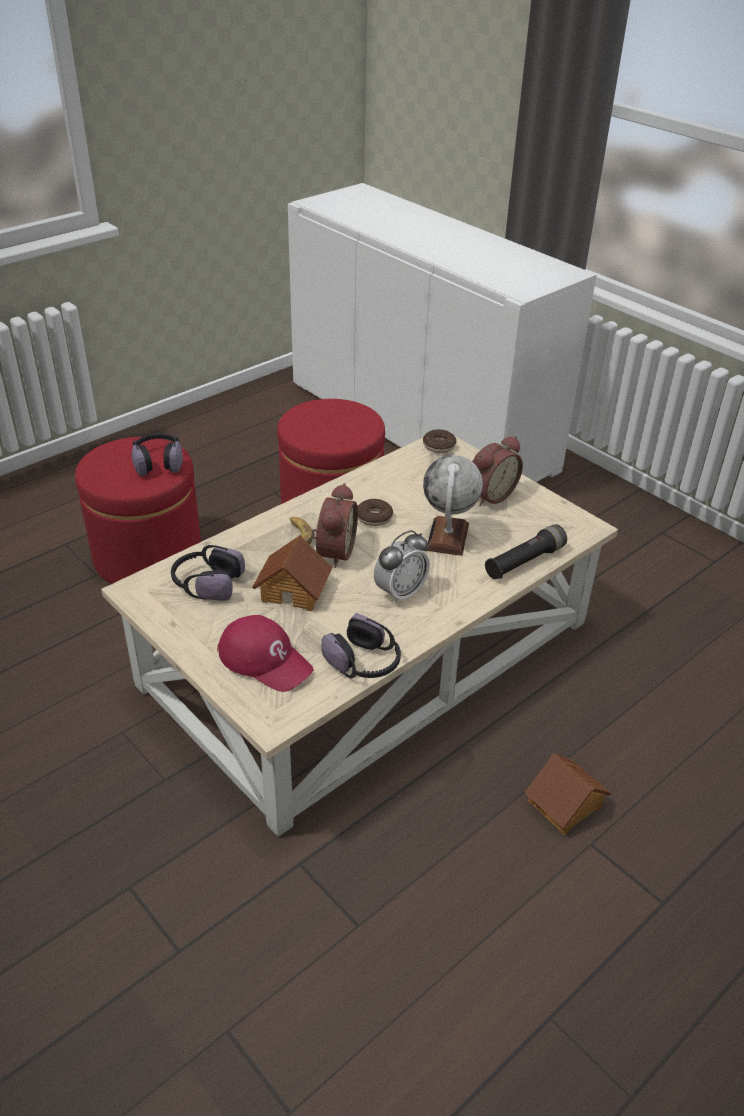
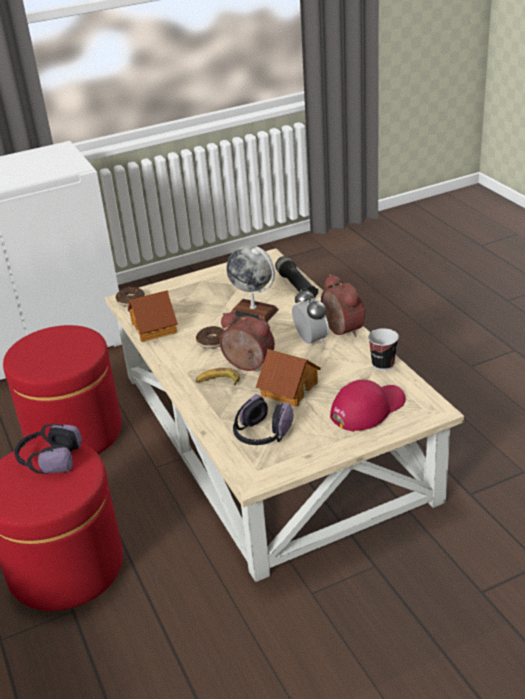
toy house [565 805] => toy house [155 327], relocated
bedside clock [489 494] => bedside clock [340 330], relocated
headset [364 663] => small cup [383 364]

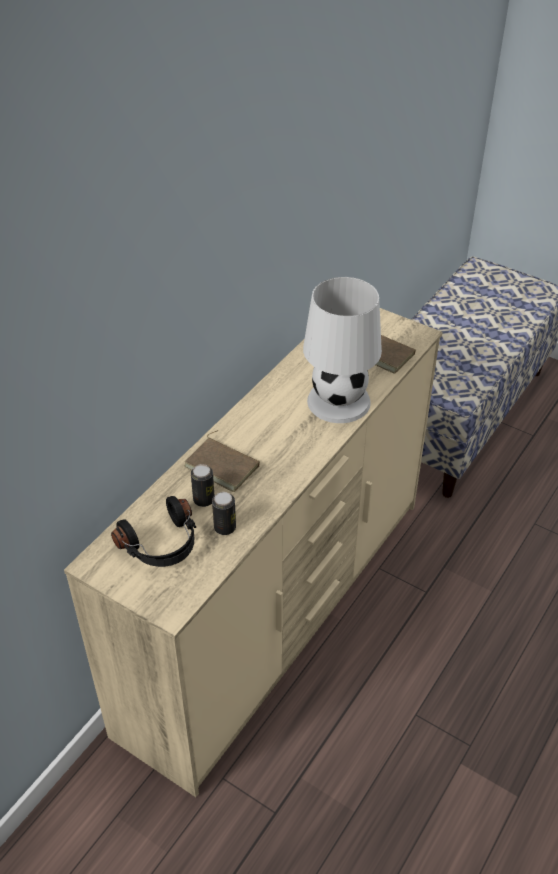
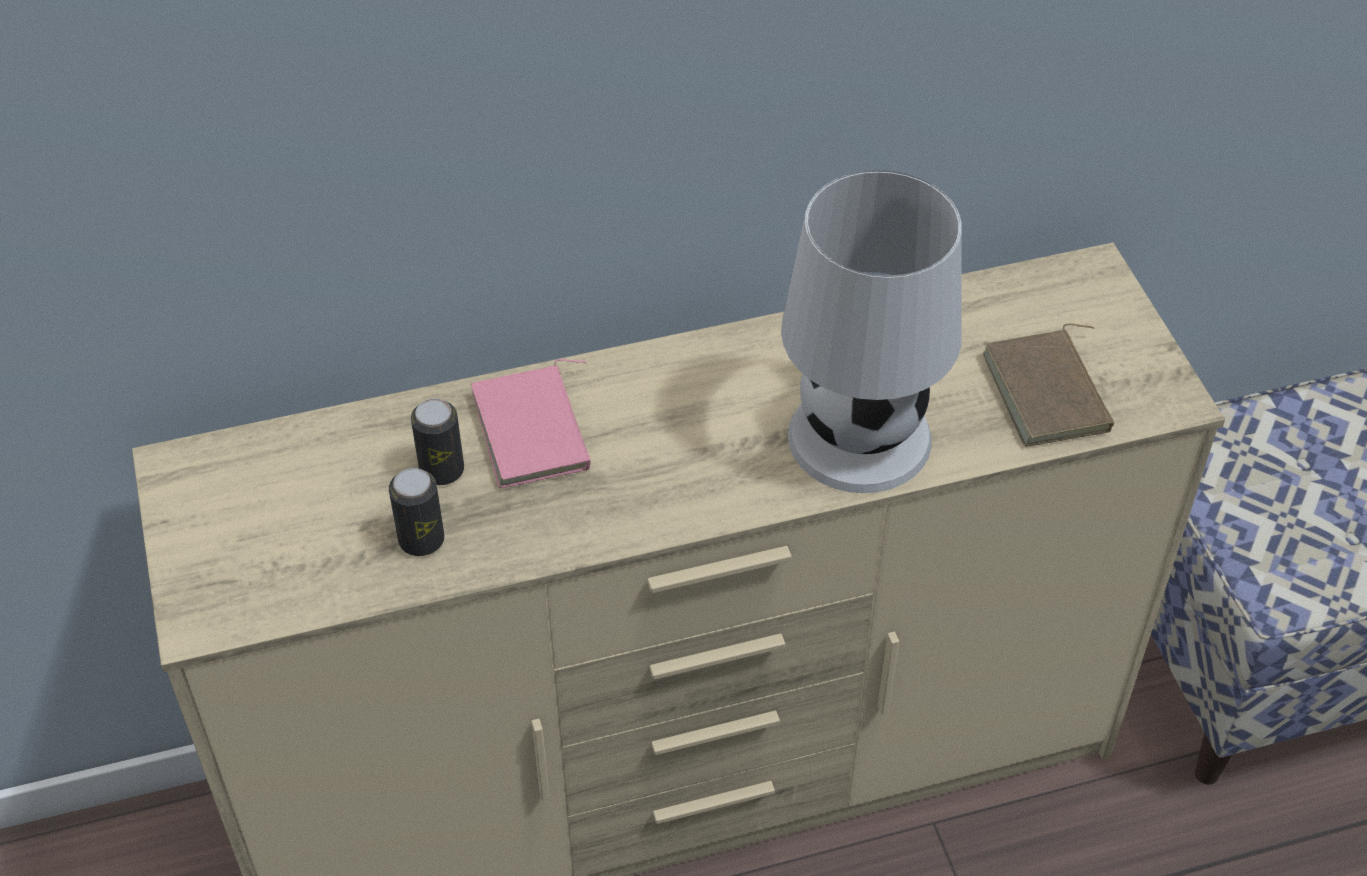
brown book [223 465] => pink book [536 431]
black-coloured headset [162 545] => nothing

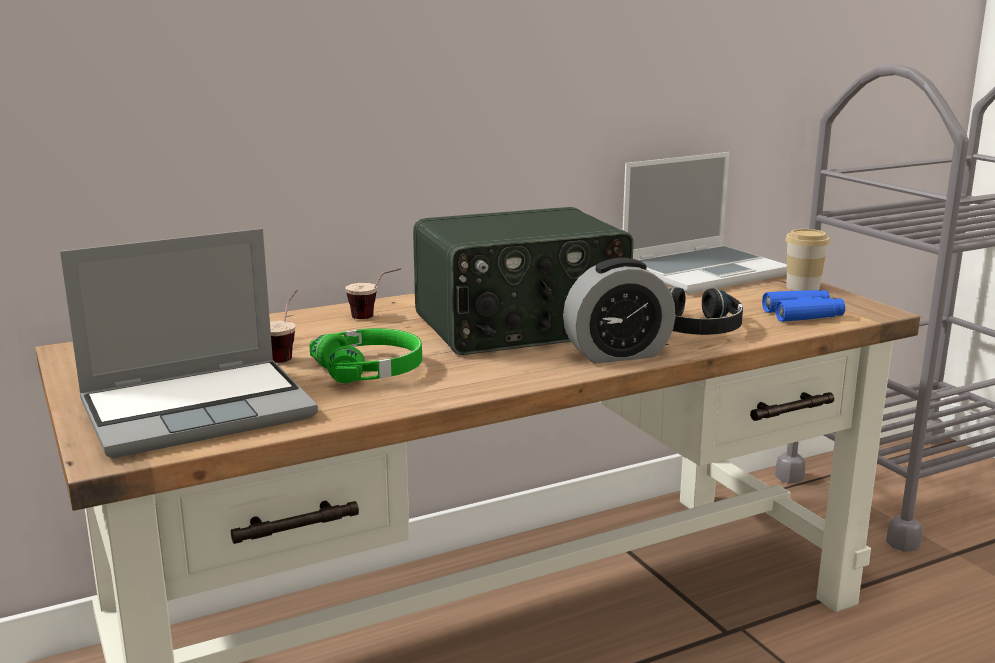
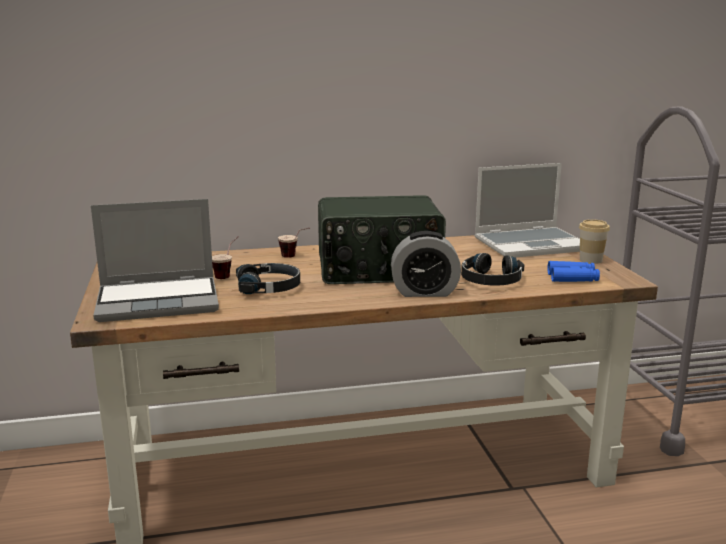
green headset [371 369] => black-coloured headset [269 287]

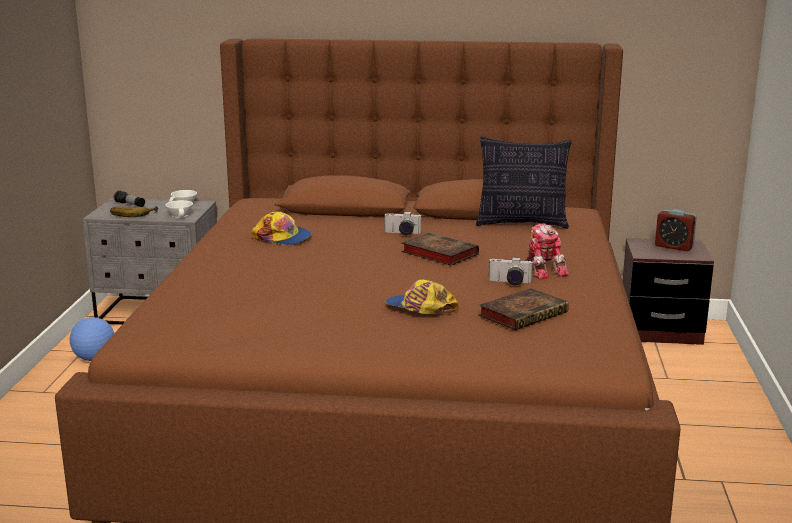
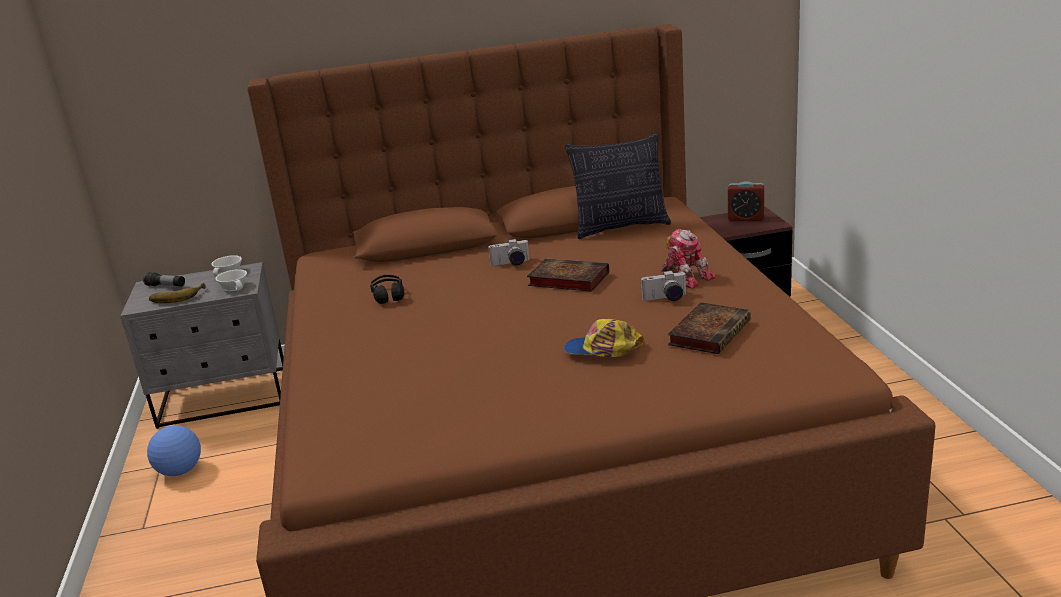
cap [282 238] => black-coloured headset [388 295]

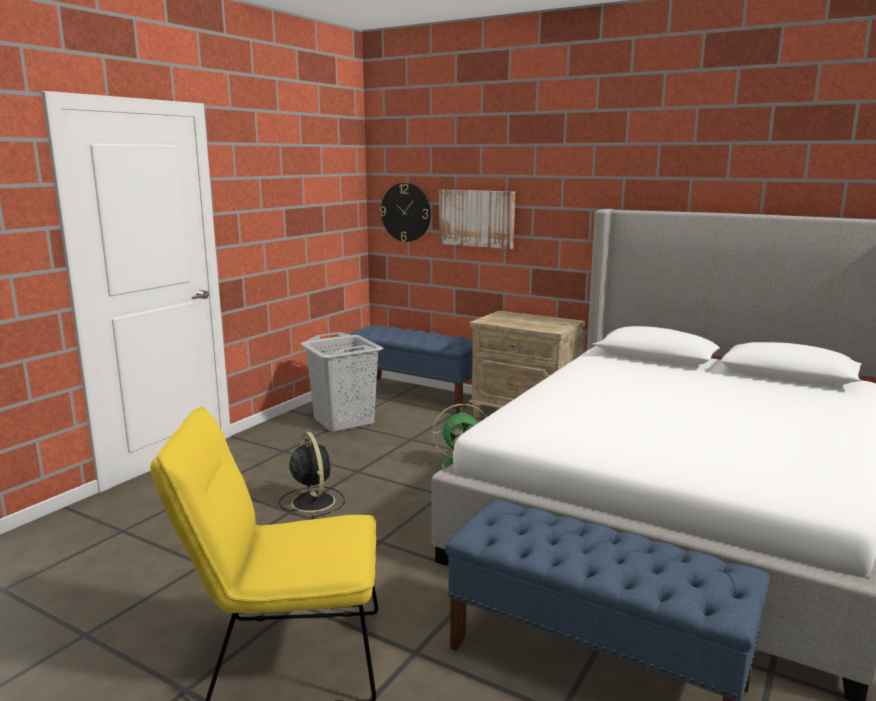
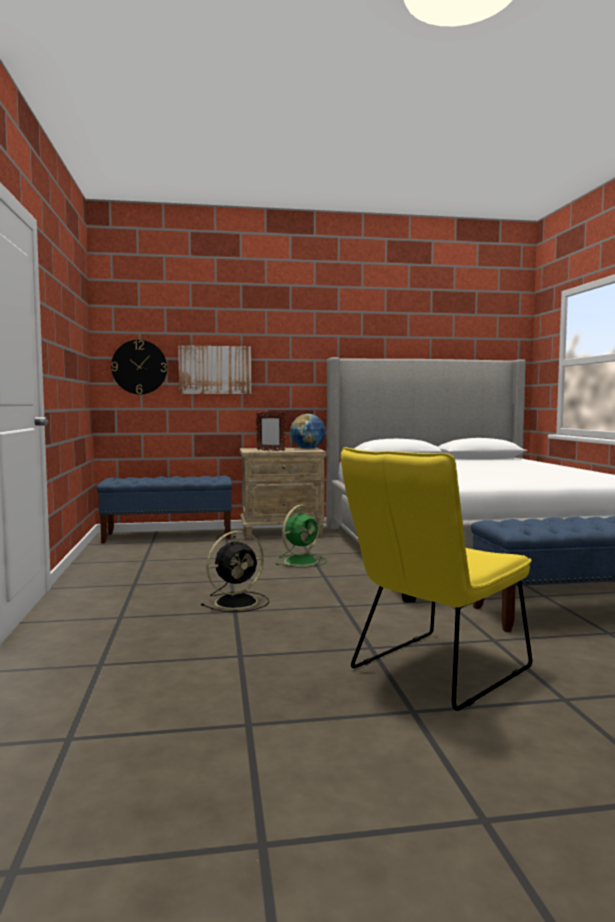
black-coloured electric fan [312 501] => black-coloured electric fan [238 602], 120 degrees clockwise
nothing => photo frame [270 450]
nothing => globe [308 449]
gray laundry basket [344 421] => nothing

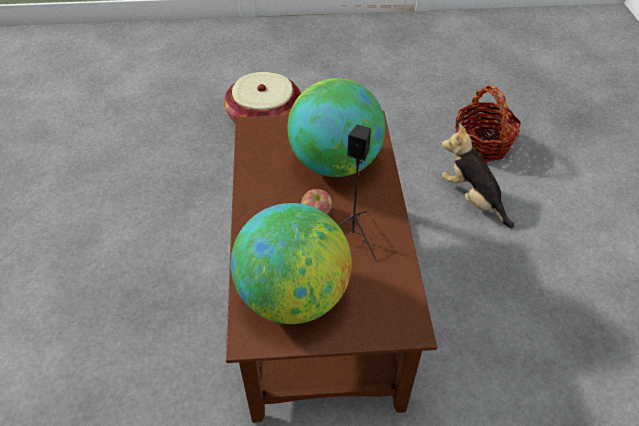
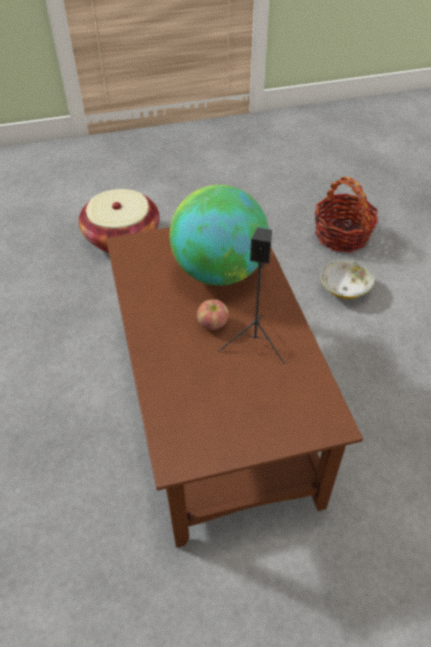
plush toy [472 198] => deep dish [344 289]
globe [293 295] => nothing

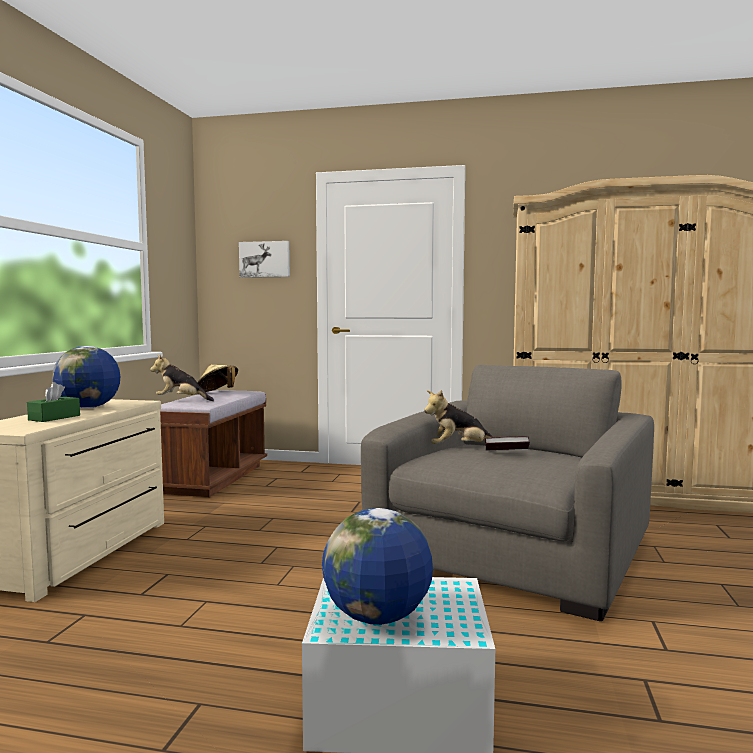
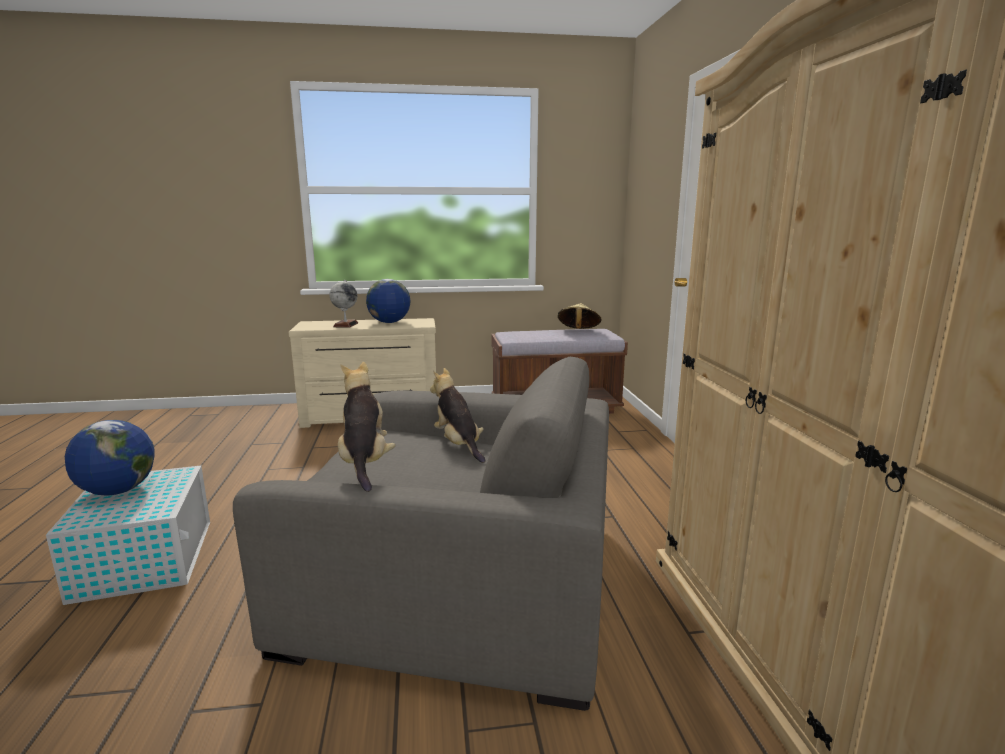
green box of tissues [54 418] => globe [345 325]
plush toy [181 400] => plush toy [365 462], relocated
wall picture [265 259] => nothing
book [506 453] => nothing

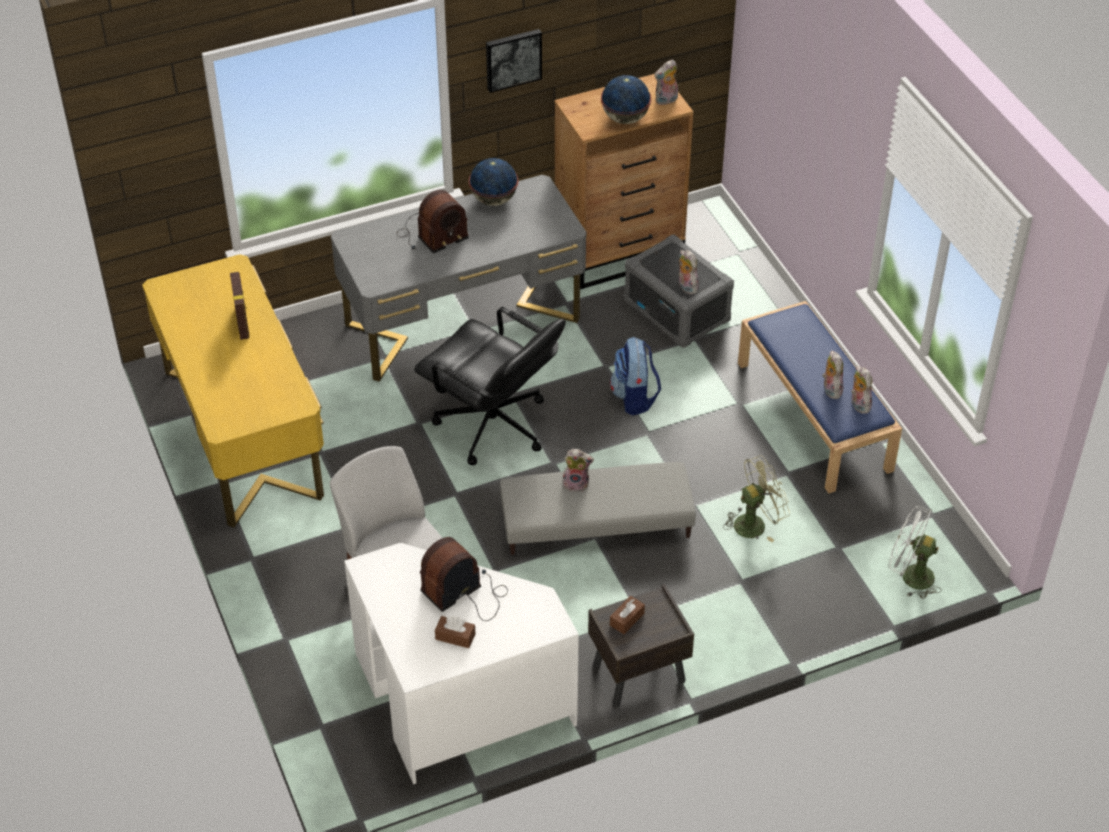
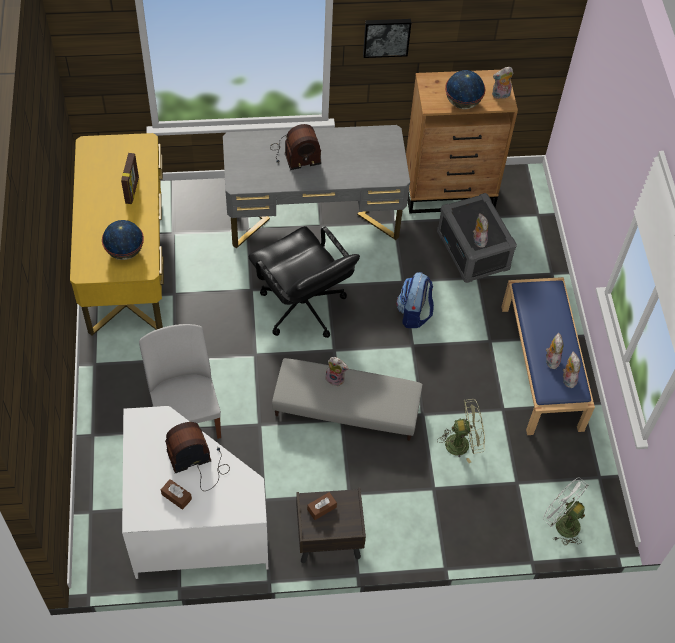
globe [493 200] => globe [125 251], relocated

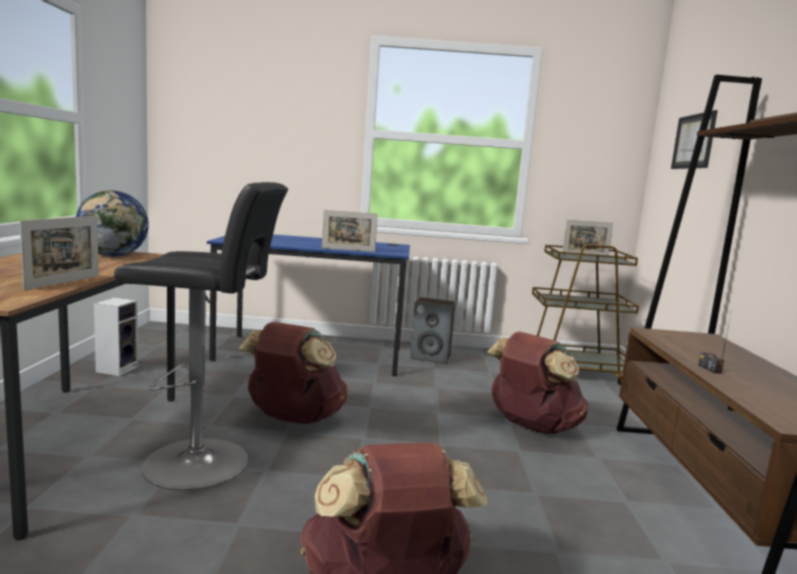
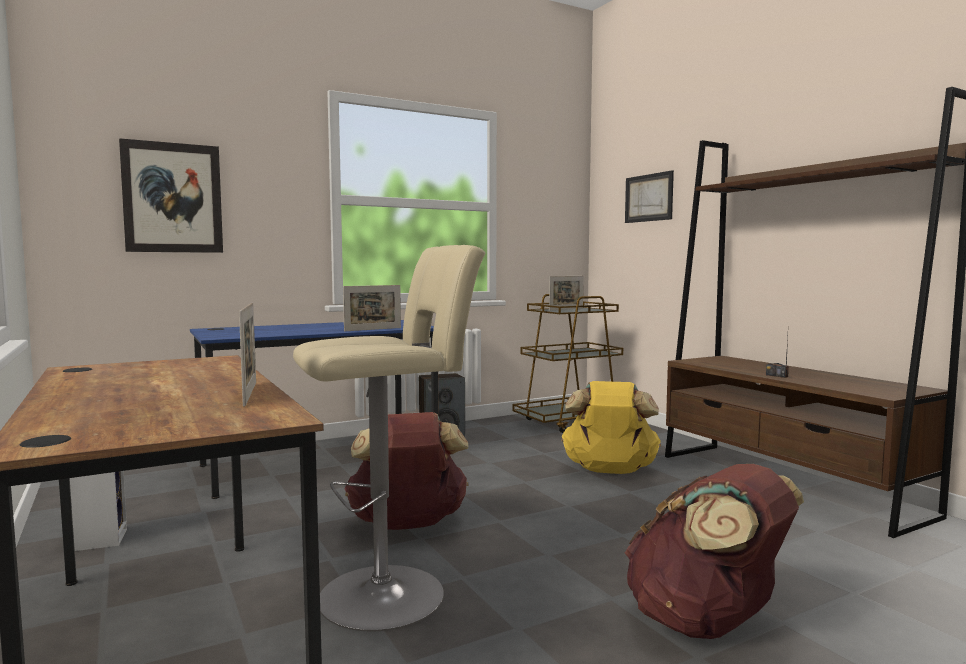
nothing => wall picture [173 198]
black-coloured sitting stool [204 463] => beige sitting stool [391 593]
brown knapsack [531 427] => yellow knapsack [609 471]
globe [114 256] => nothing

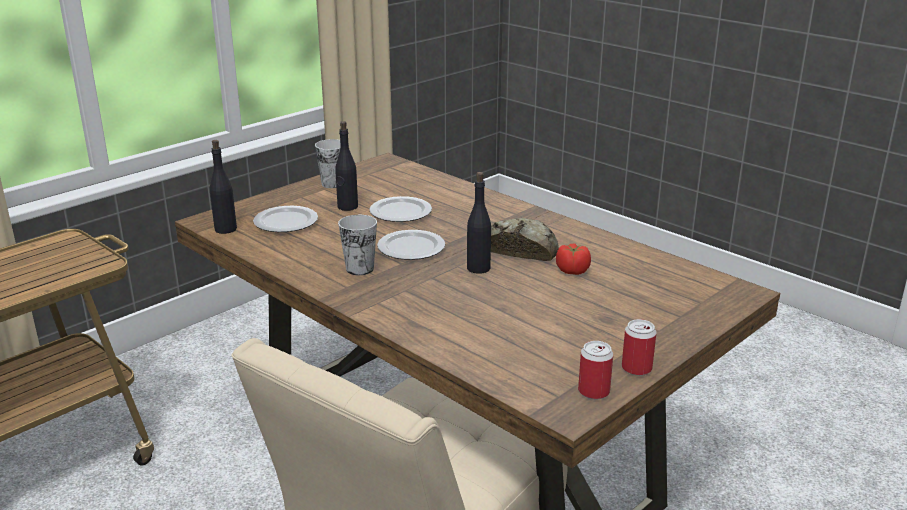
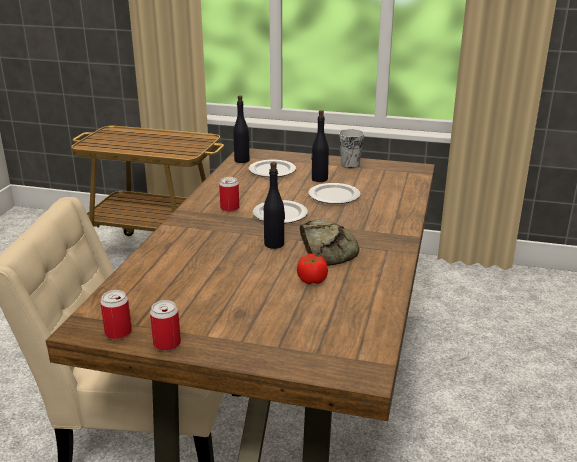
small cup [360 269] => metal can [229 208]

